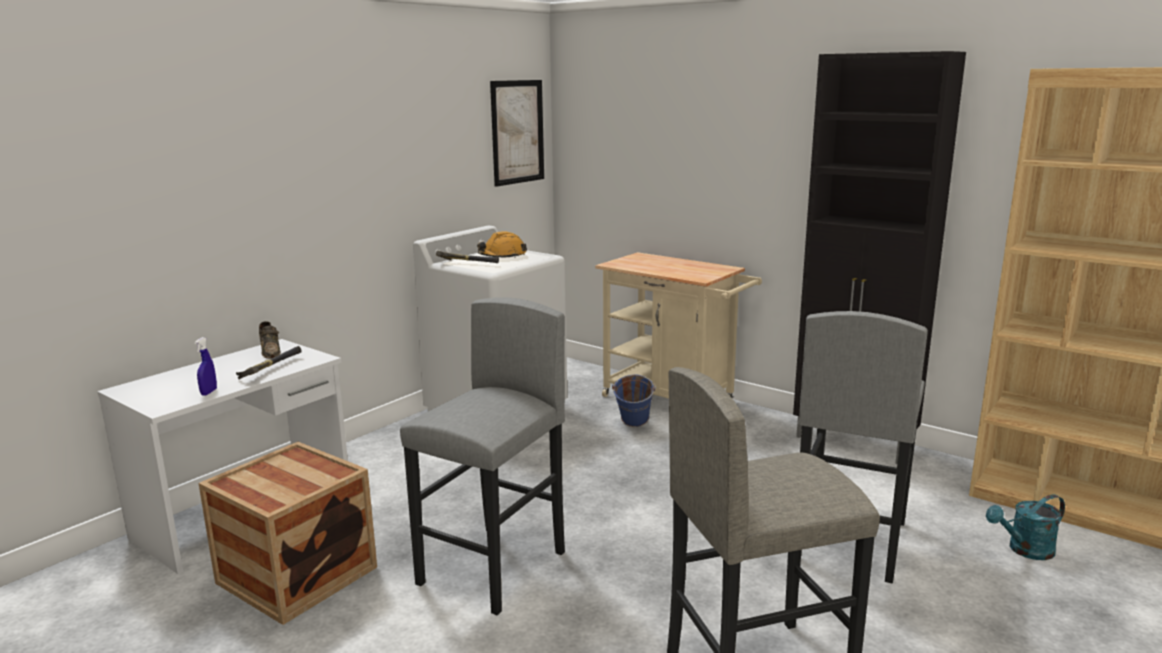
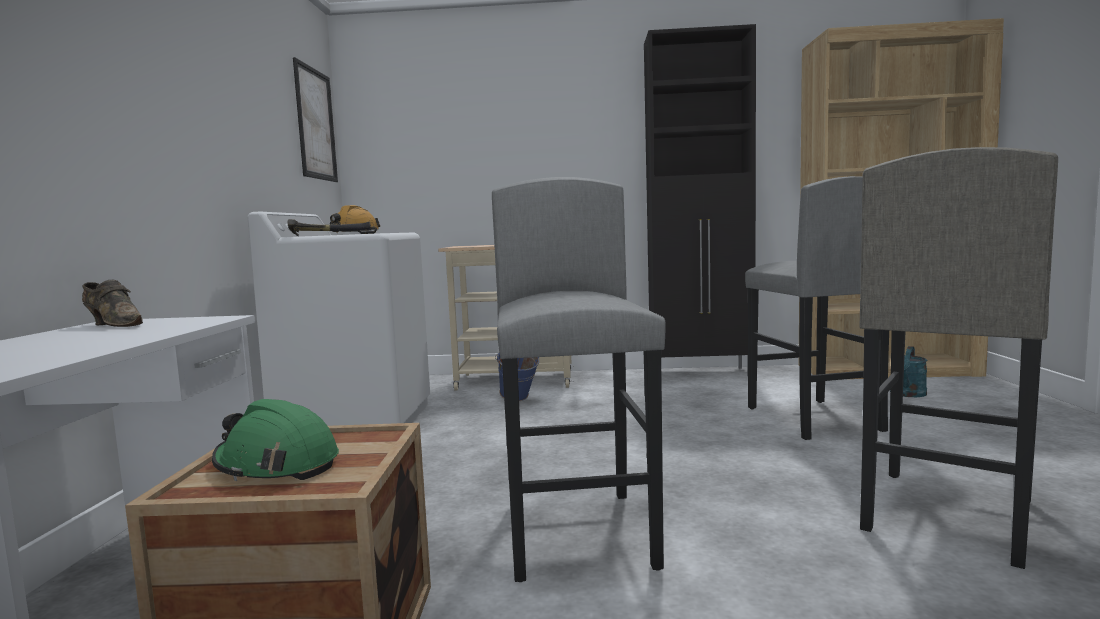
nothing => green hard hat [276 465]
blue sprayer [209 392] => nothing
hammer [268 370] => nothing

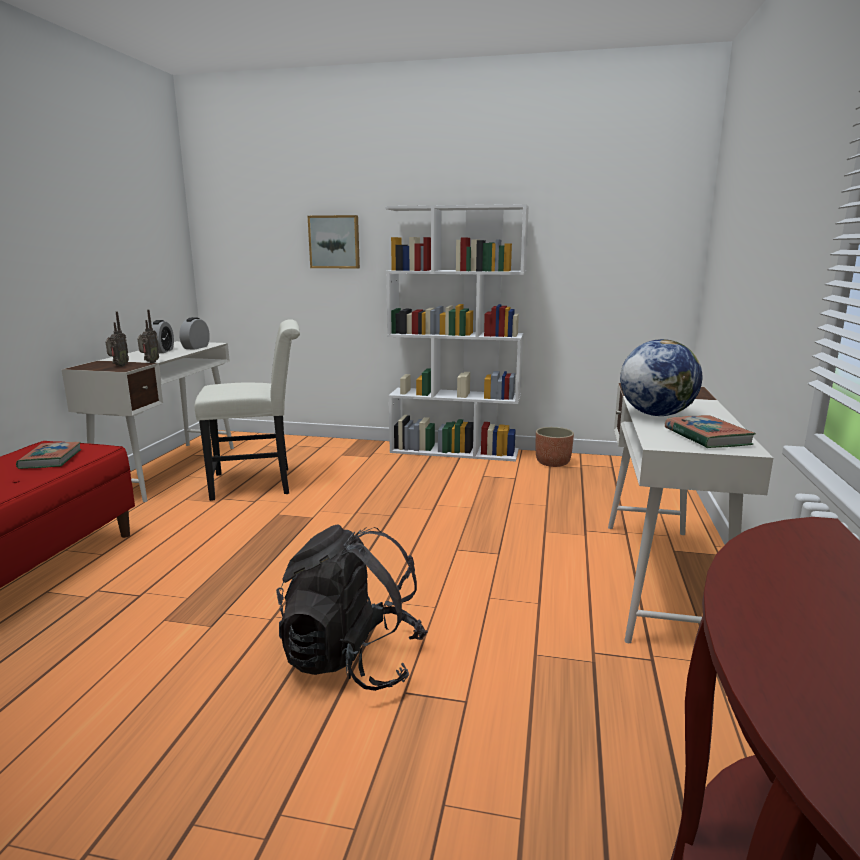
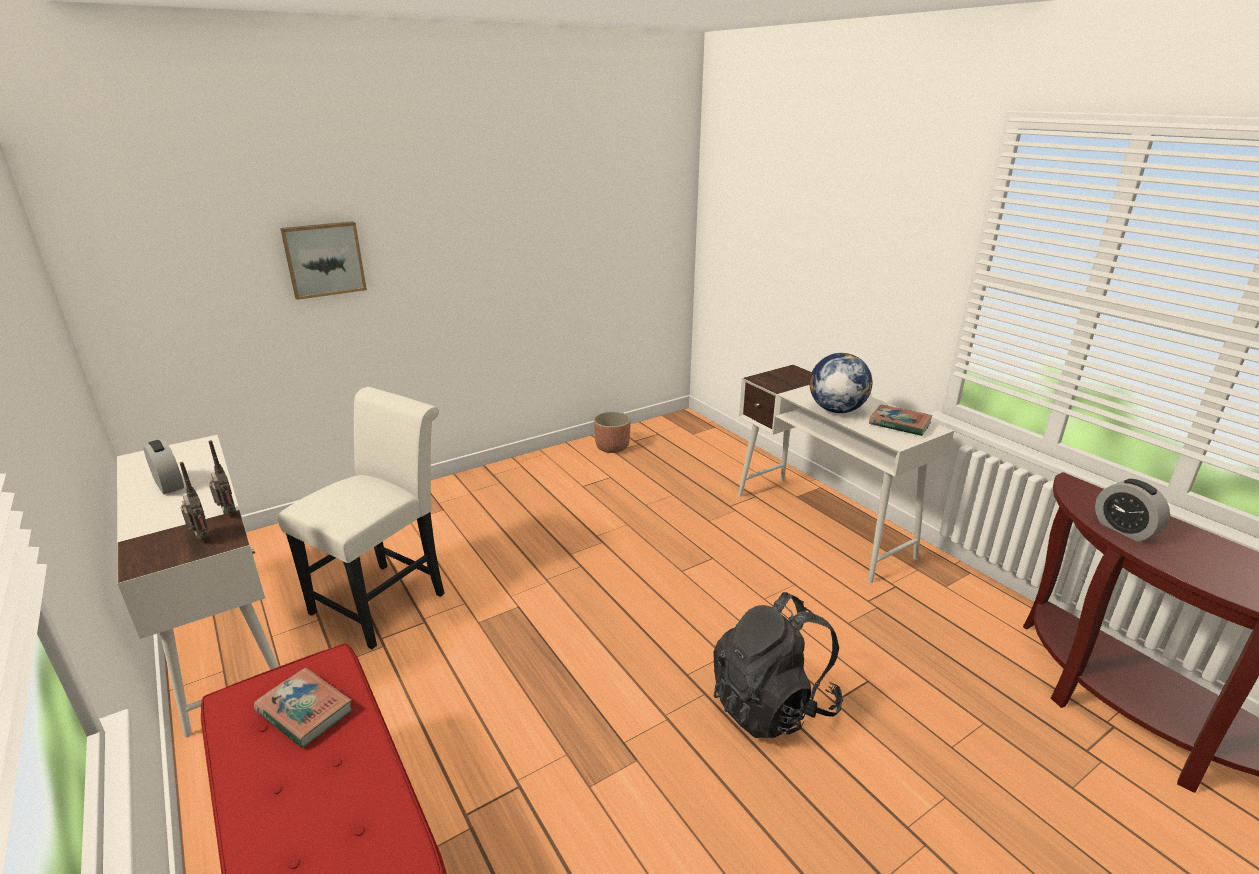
bedside clock [196 347] => bedside clock [1124 529], relocated
white-coloured bookshelf [455 451] => nothing

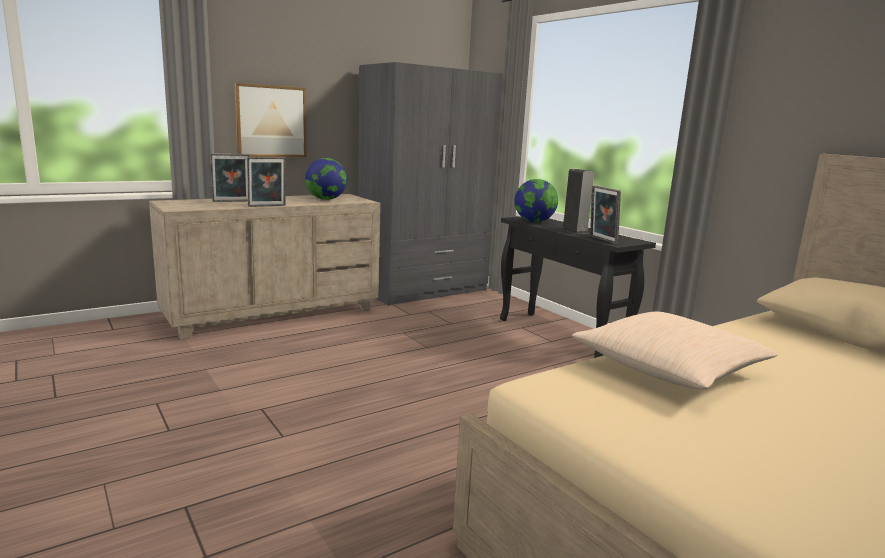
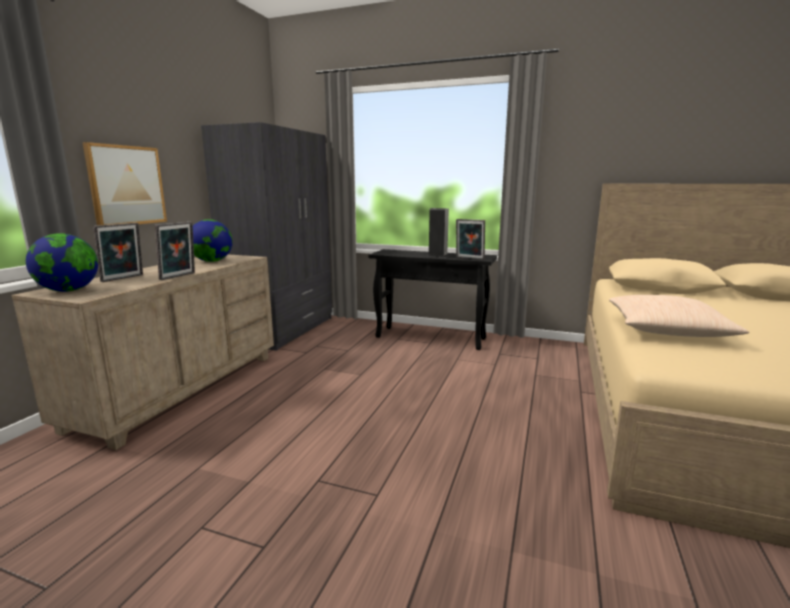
globe [534 222] => globe [68 290], relocated

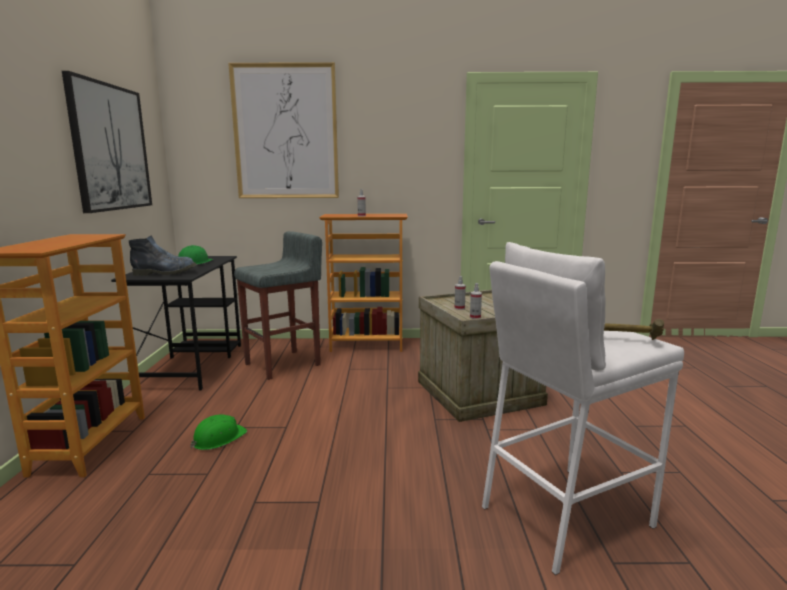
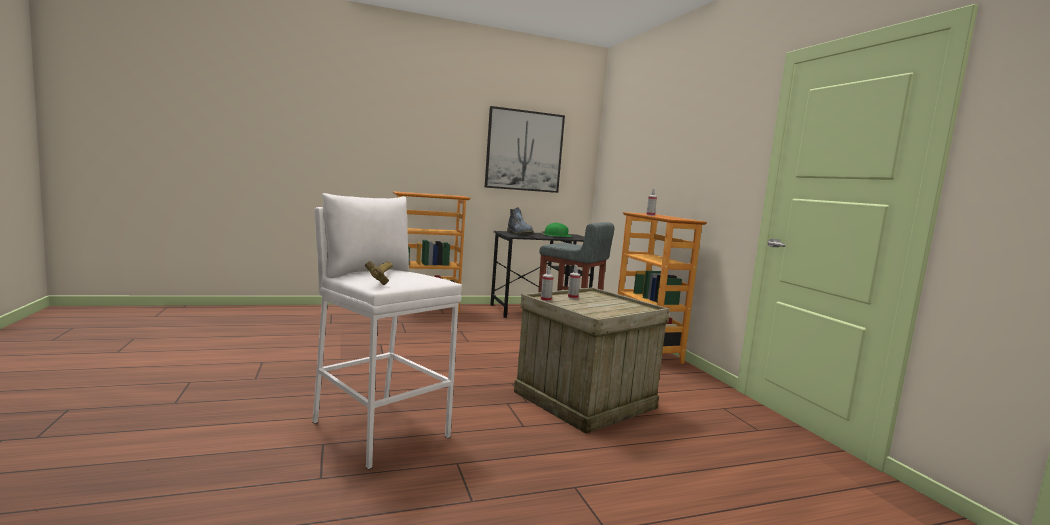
green hard hat [218 438] => nothing
wall picture [285 132] => nothing

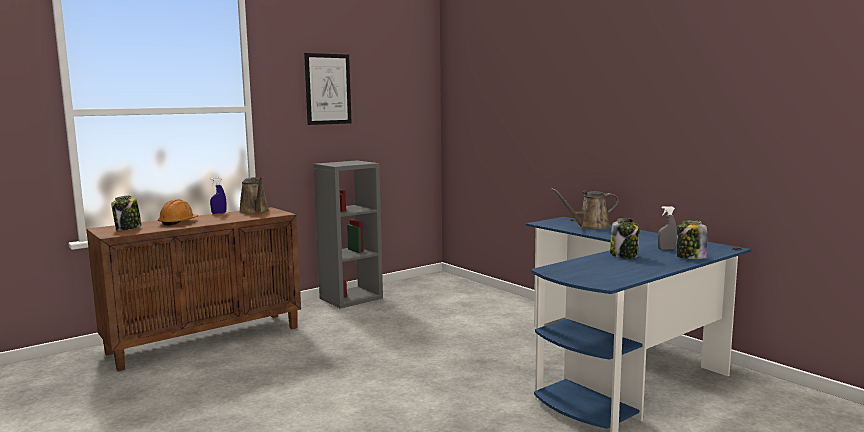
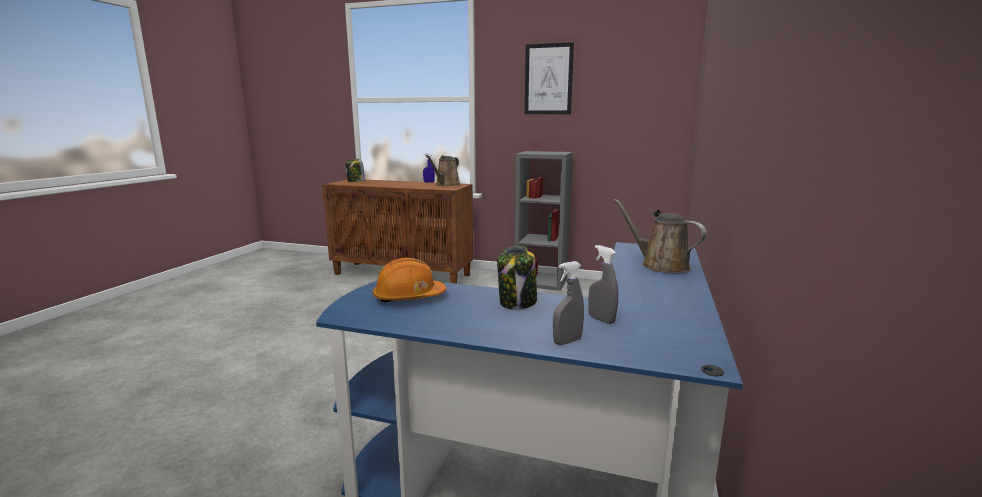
orange-coloured hard hat [178 222] => orange-coloured hard hat [408 297], relocated
jar [690 258] => gray sprayer [567 342]

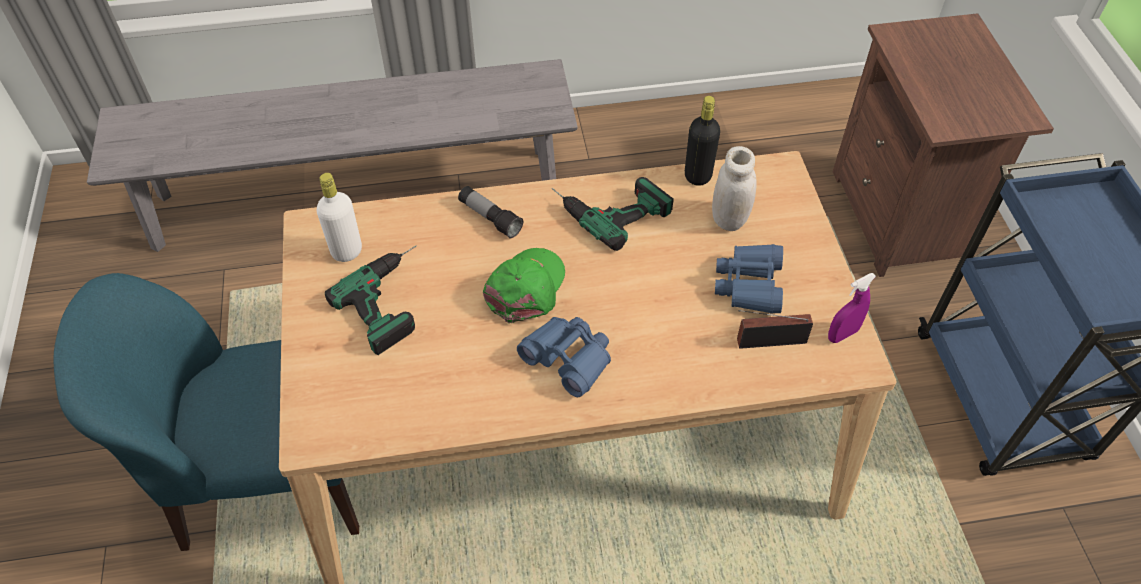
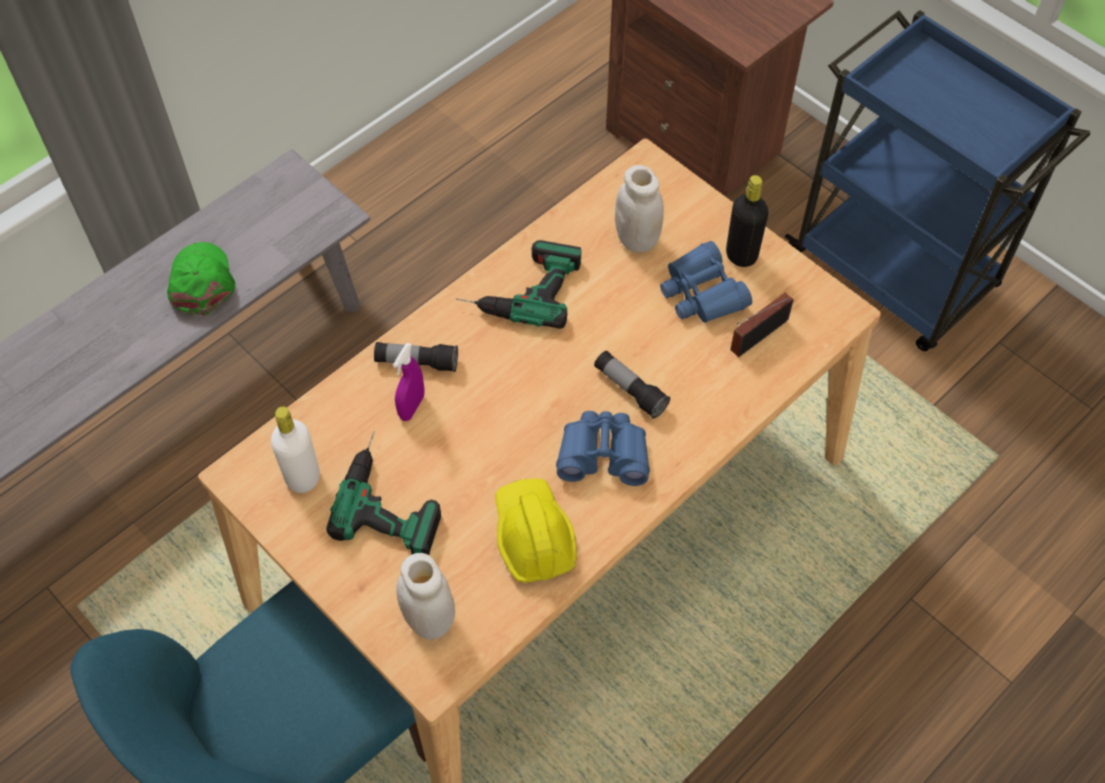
green cap [526 288] => green cap [201 282], relocated
purple-coloured sprayer [842 334] => purple-coloured sprayer [412 407], relocated
nothing => white-coloured jar [429 619]
nothing => yellow hard hat [533 536]
nothing => hand torch [630 390]
black-coloured beverage bottle [698 176] => black-coloured beverage bottle [741 255], relocated

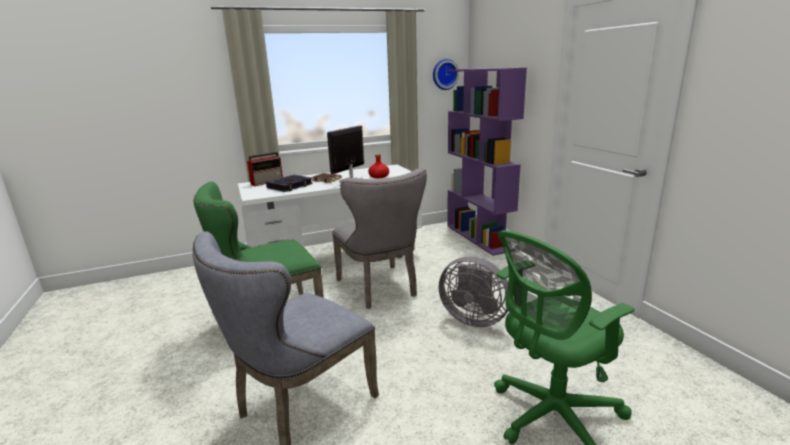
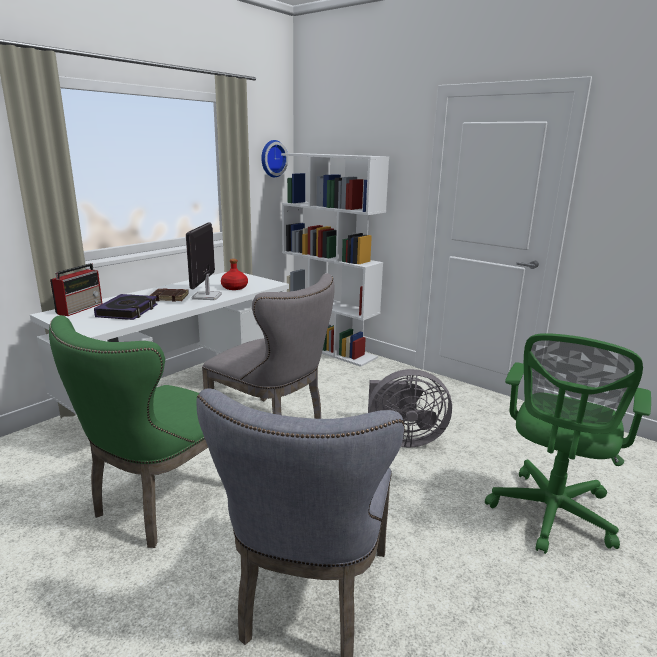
purple-coloured bookshelf [479 237] => white-coloured bookshelf [329 349]

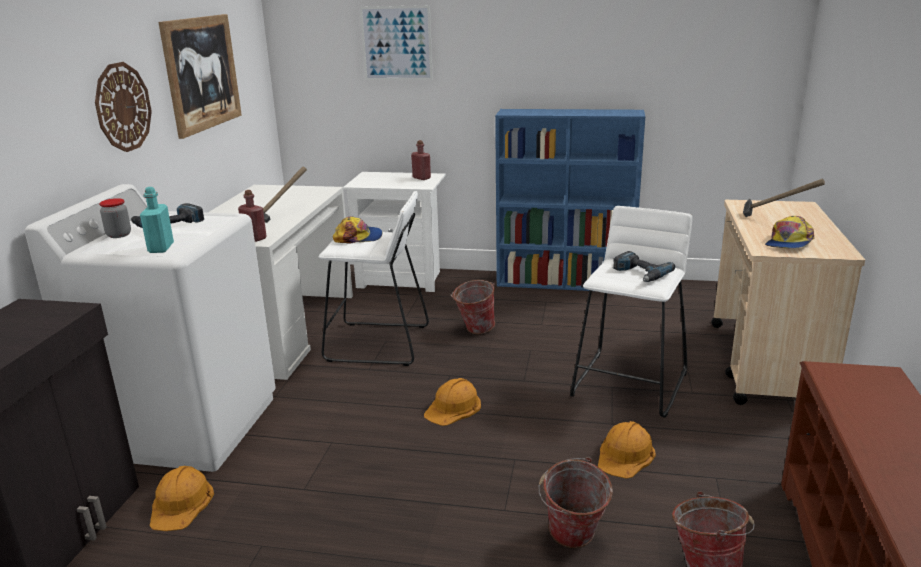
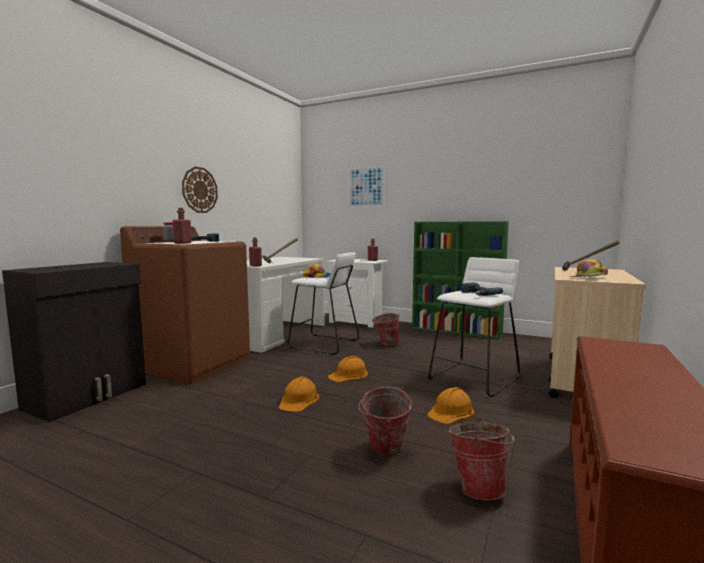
white-coloured laundry machine [187 425] => brown laundry machine [193 364]
turquoise beverage bottle [161 248] => red beverage bottle [182 243]
orange-coloured hard hat [181 503] => orange-coloured hard hat [299 400], relocated
blue bookshelf [566 282] => green bookshelf [457 331]
wall picture [202 73] => nothing

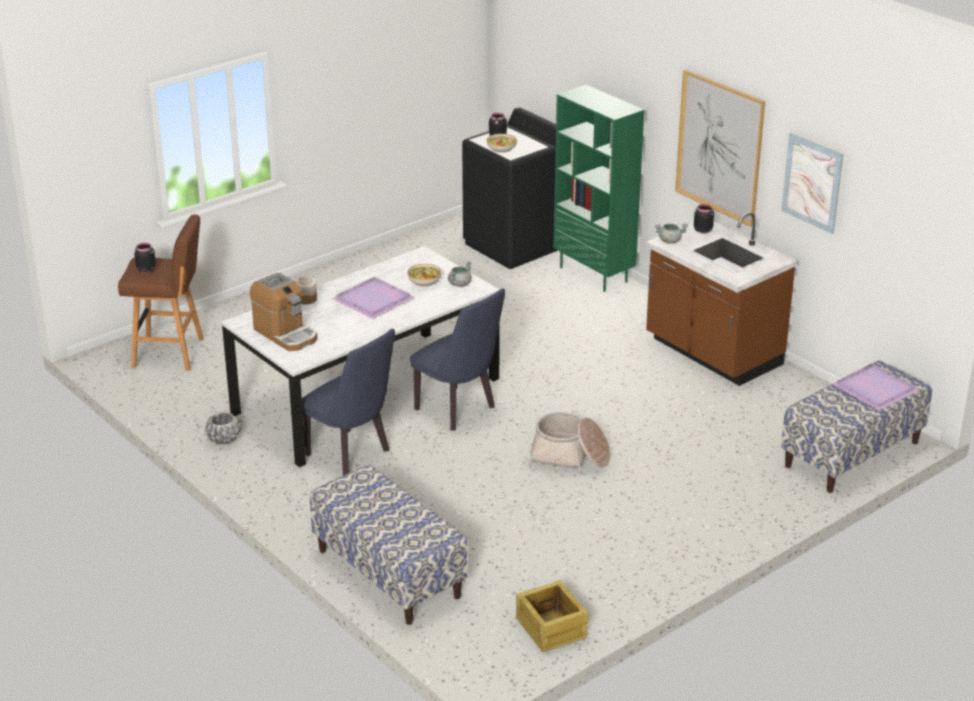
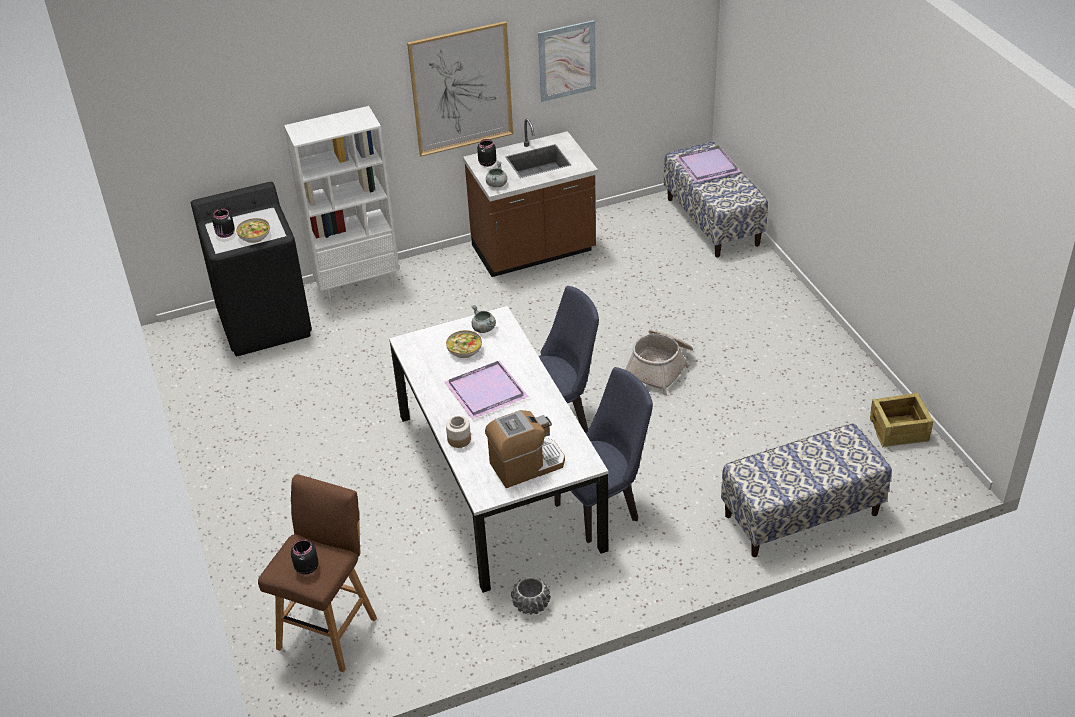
green bookshelf [594 274] => white-coloured bookshelf [357 285]

